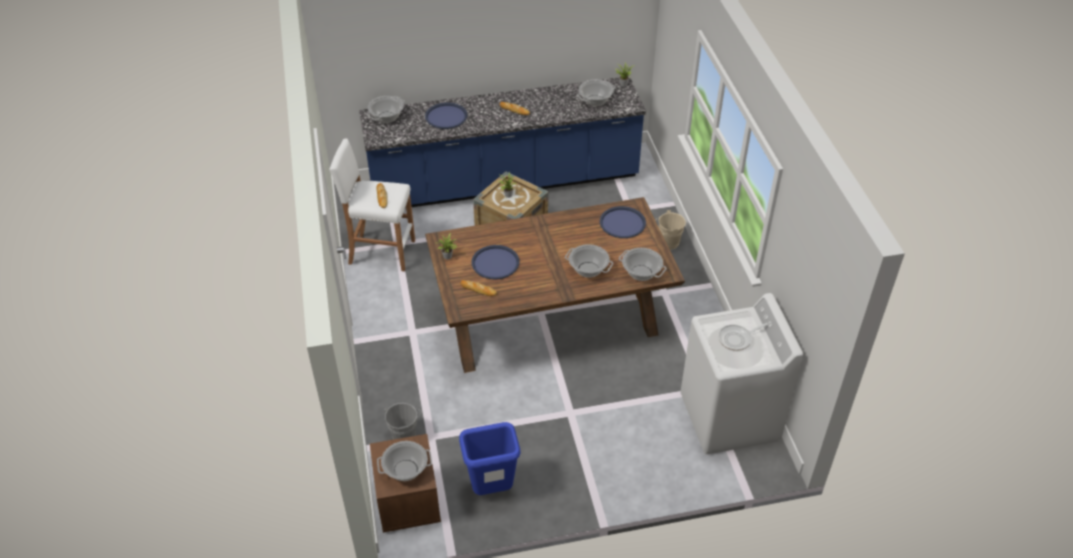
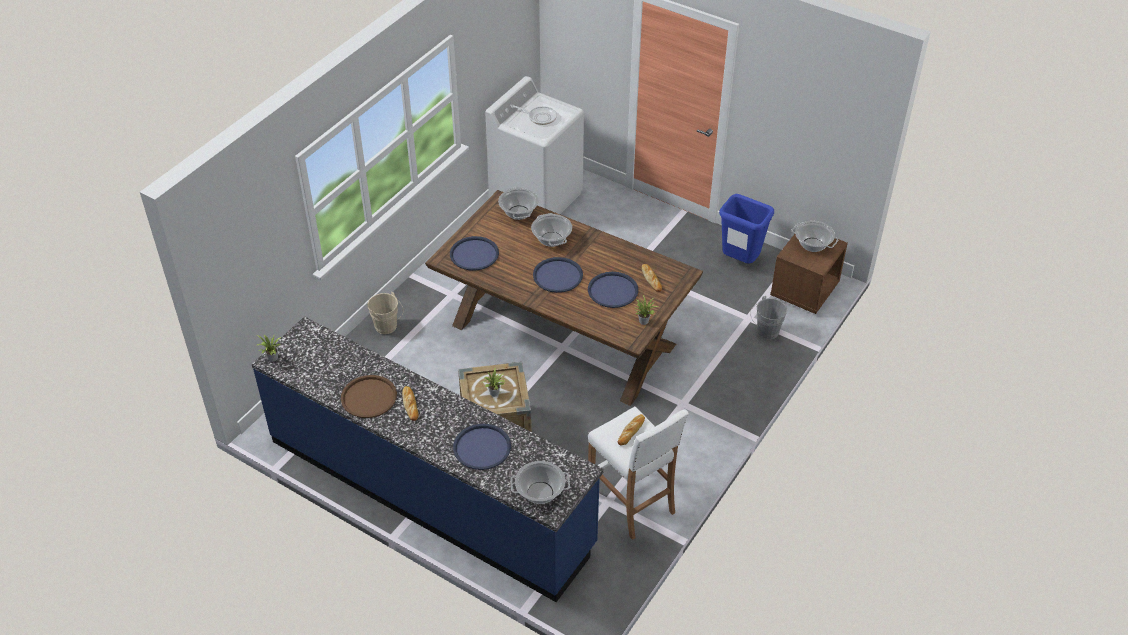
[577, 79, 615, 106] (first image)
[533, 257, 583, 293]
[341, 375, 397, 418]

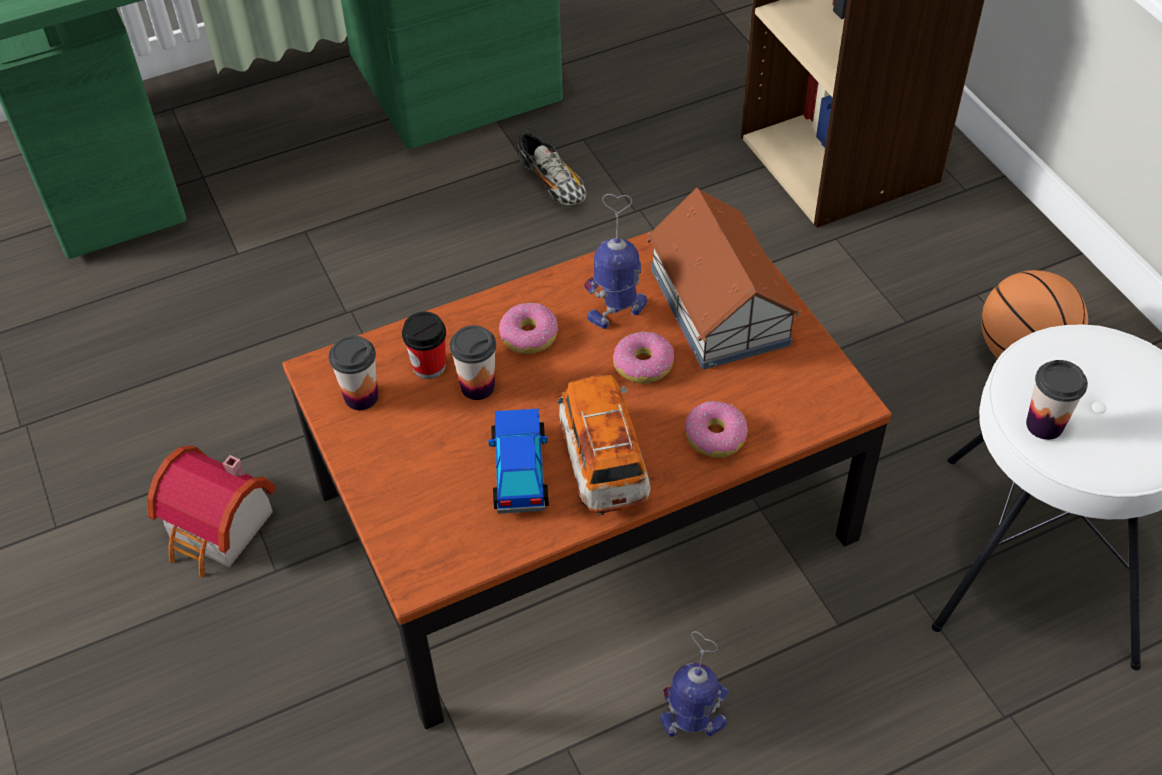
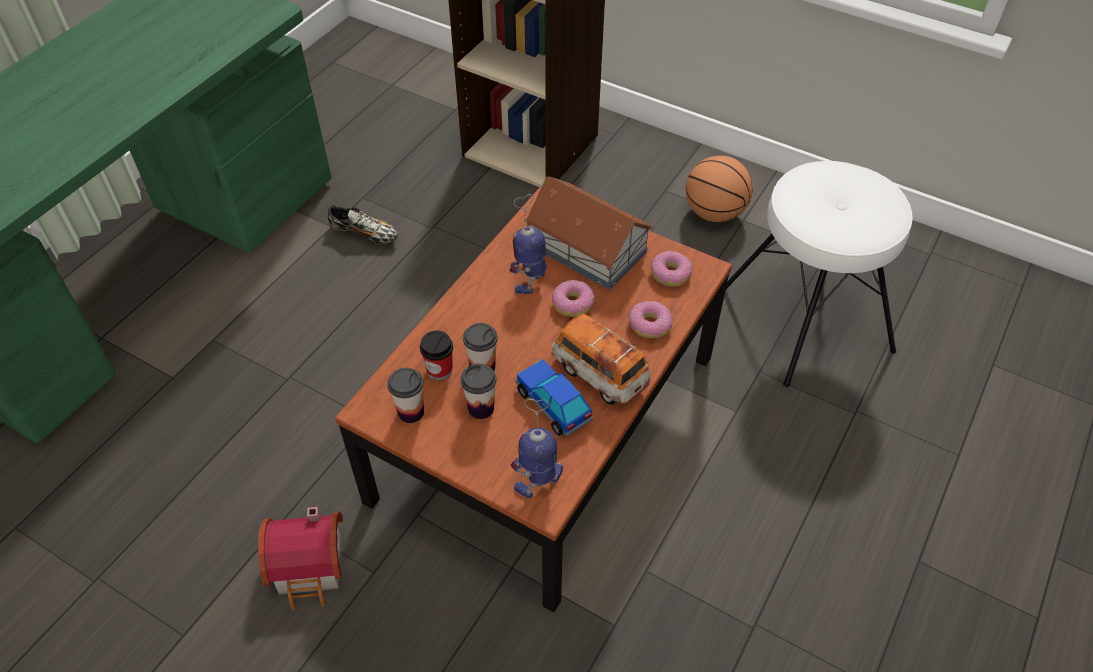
[651, 251, 692, 287]
[460, 364, 496, 419]
[510, 399, 563, 498]

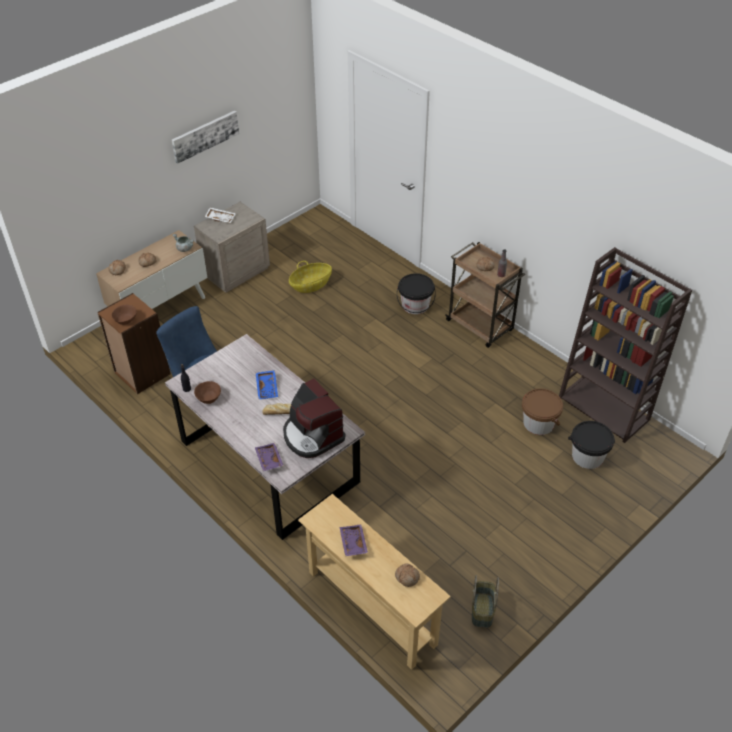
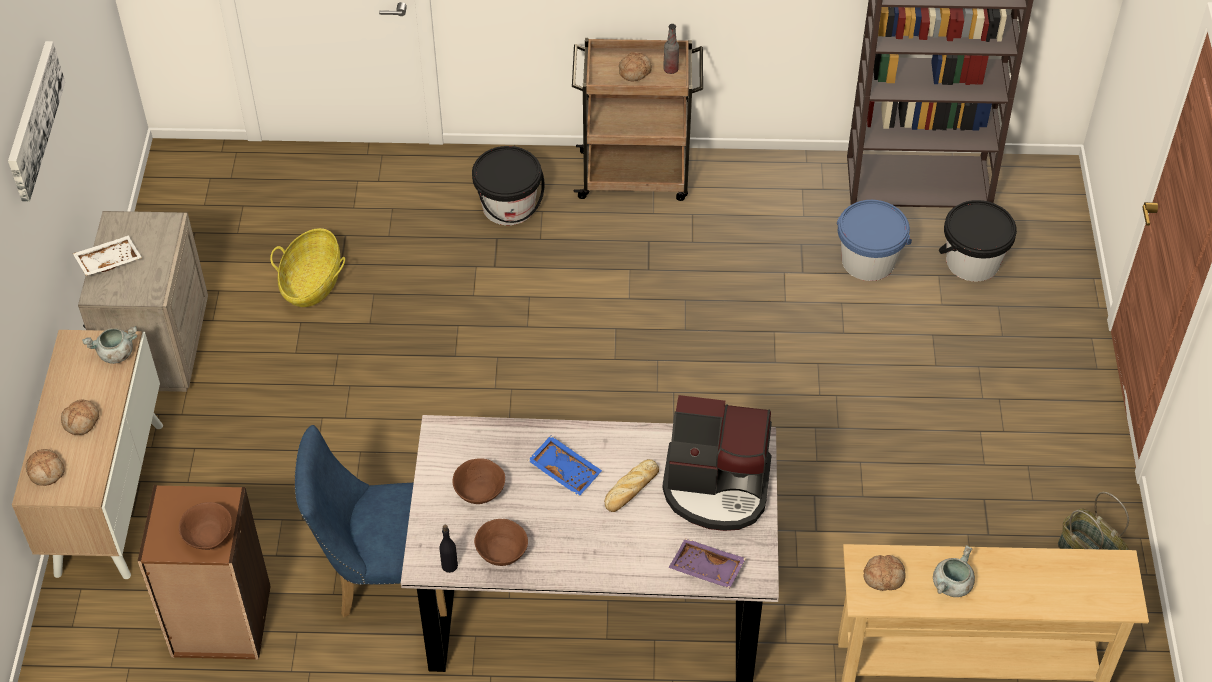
[837, 200, 912, 281]
[933, 545, 975, 597]
[864, 555, 906, 591]
[453, 458, 505, 504]

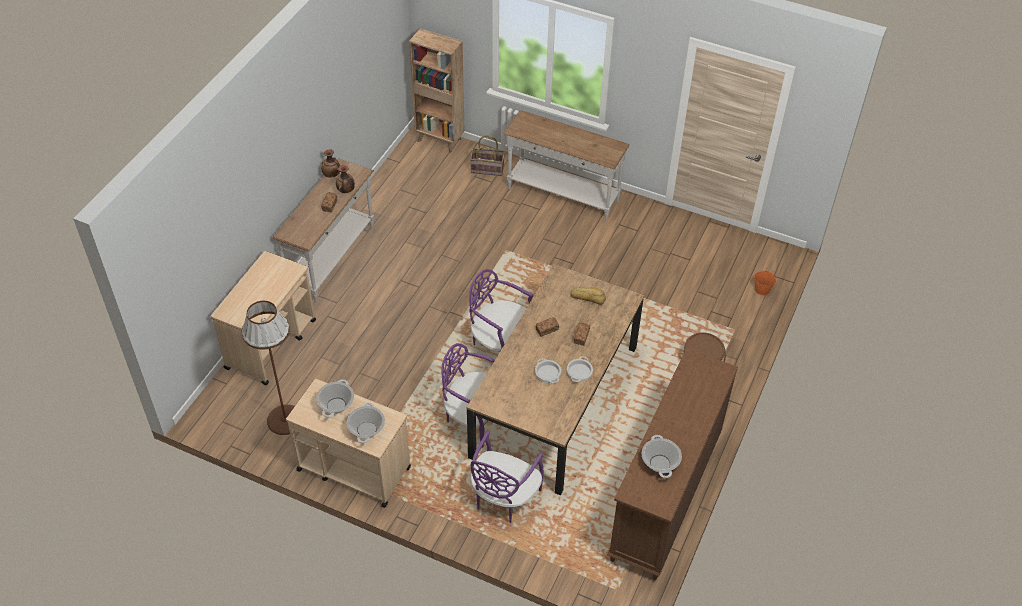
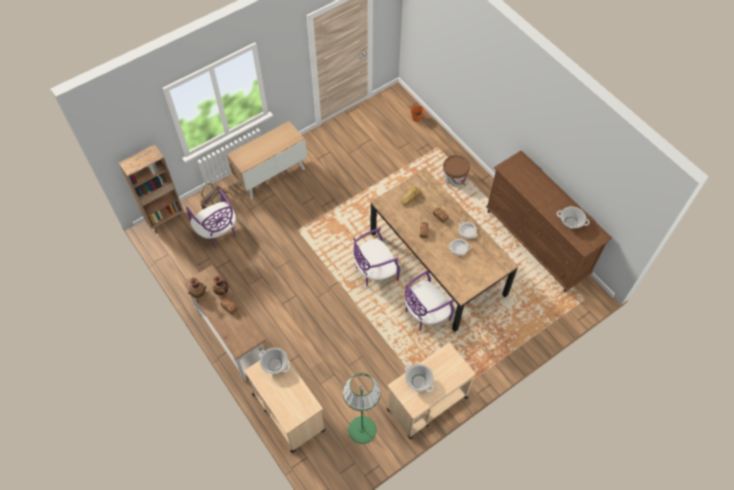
[227, 121, 307, 199]
[343, 373, 381, 444]
[259, 348, 290, 374]
[186, 189, 236, 249]

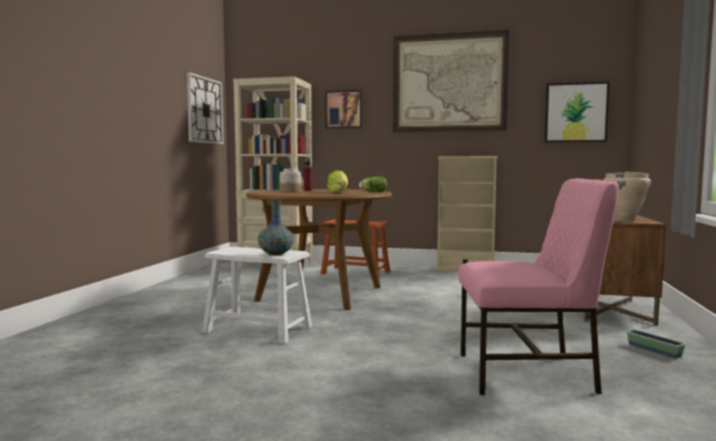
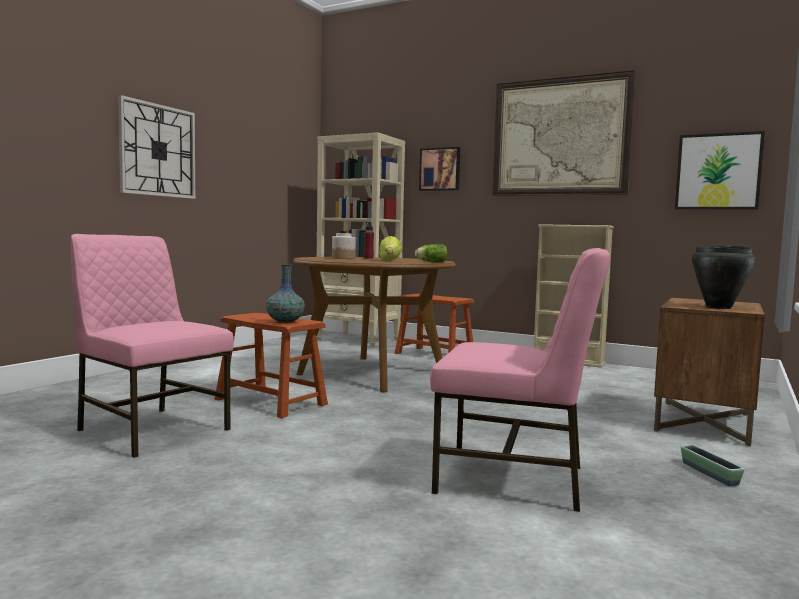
[118, 95, 195, 199]
[692, 245, 755, 309]
[215, 313, 328, 418]
[71, 234, 234, 458]

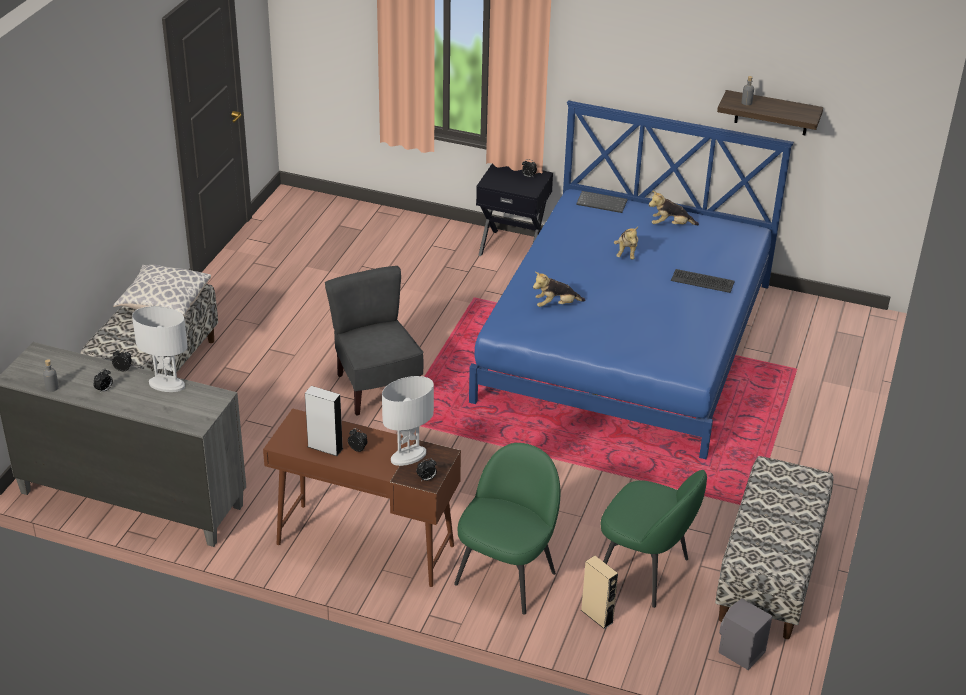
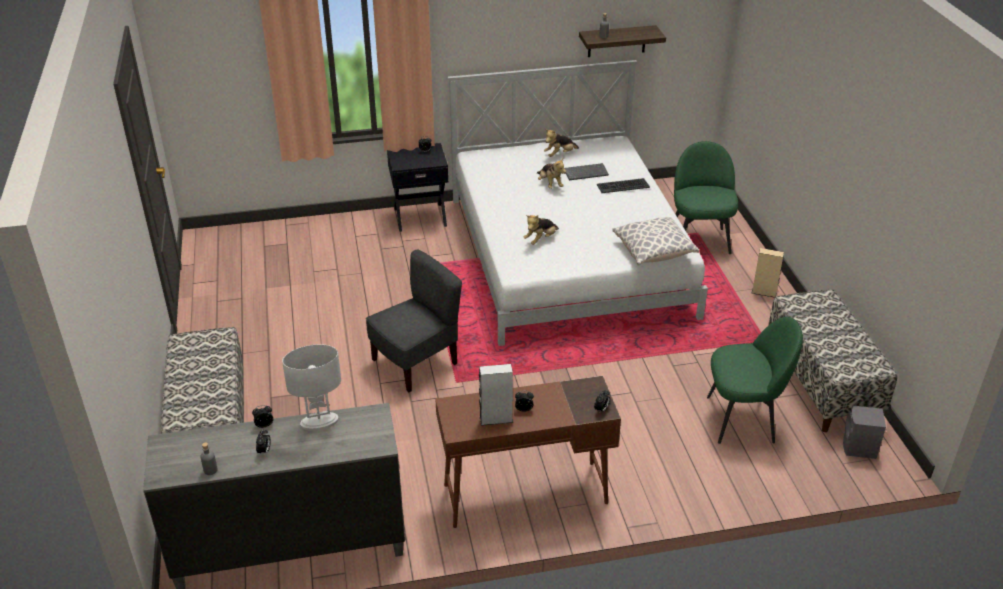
[448, 60, 708, 346]
[565, 163, 609, 180]
[612, 217, 699, 266]
[366, 249, 462, 392]
[382, 376, 434, 466] (first image)
[674, 141, 738, 254]
[752, 248, 784, 298]

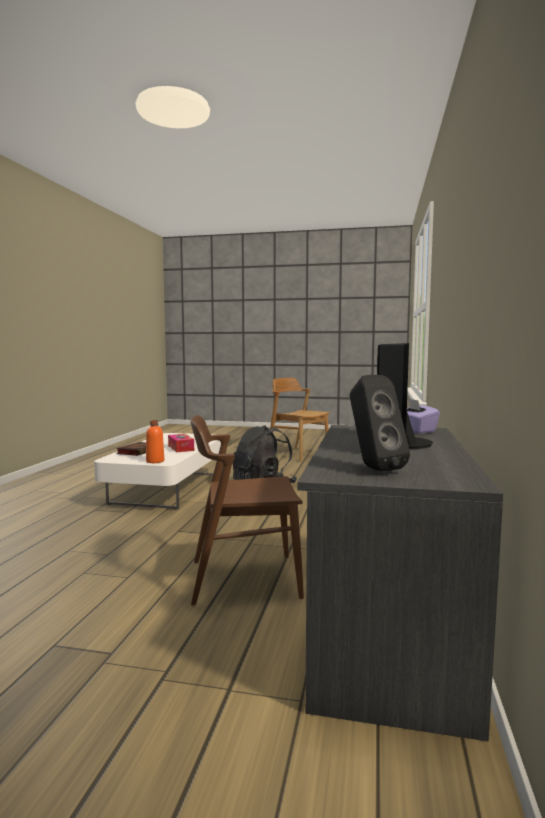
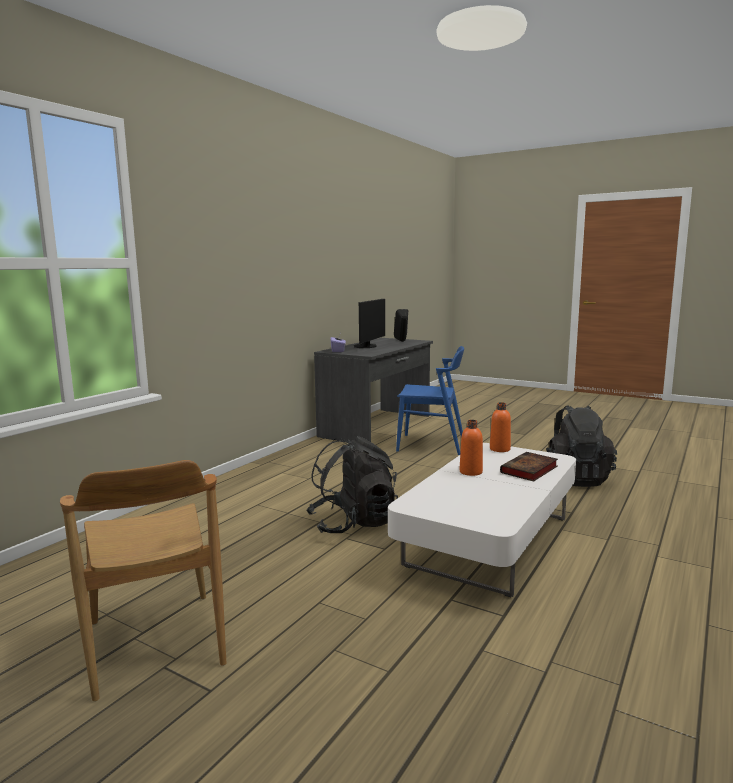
[396, 346, 464, 455]
[460, 420, 483, 476]
[546, 405, 617, 487]

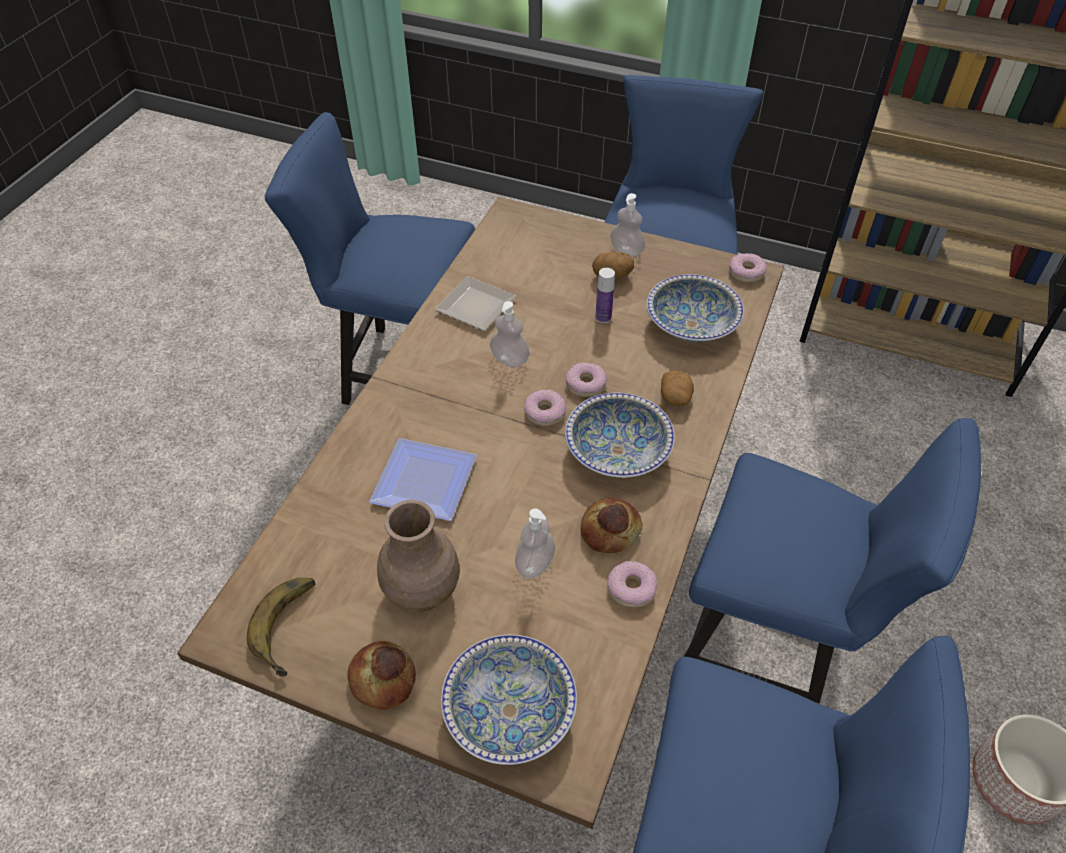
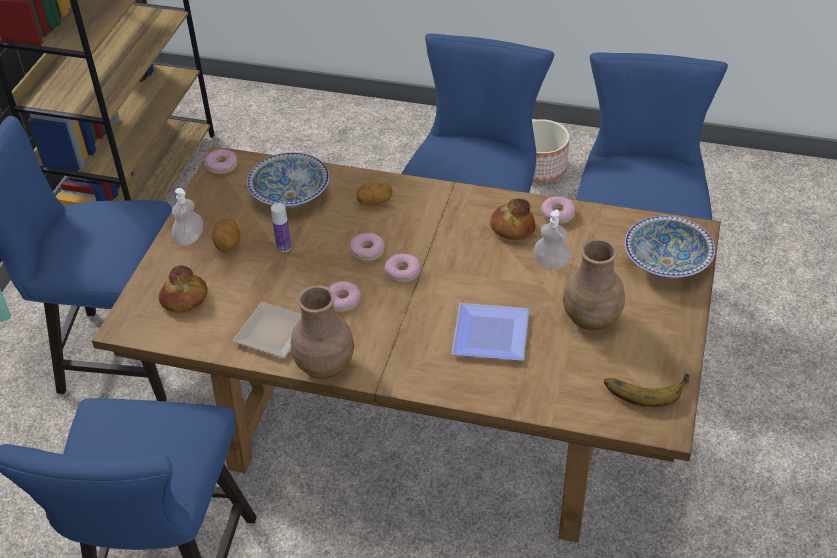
[328, 281, 361, 312]
[565, 393, 675, 478] (first image)
[158, 265, 207, 313]
[291, 285, 354, 379]

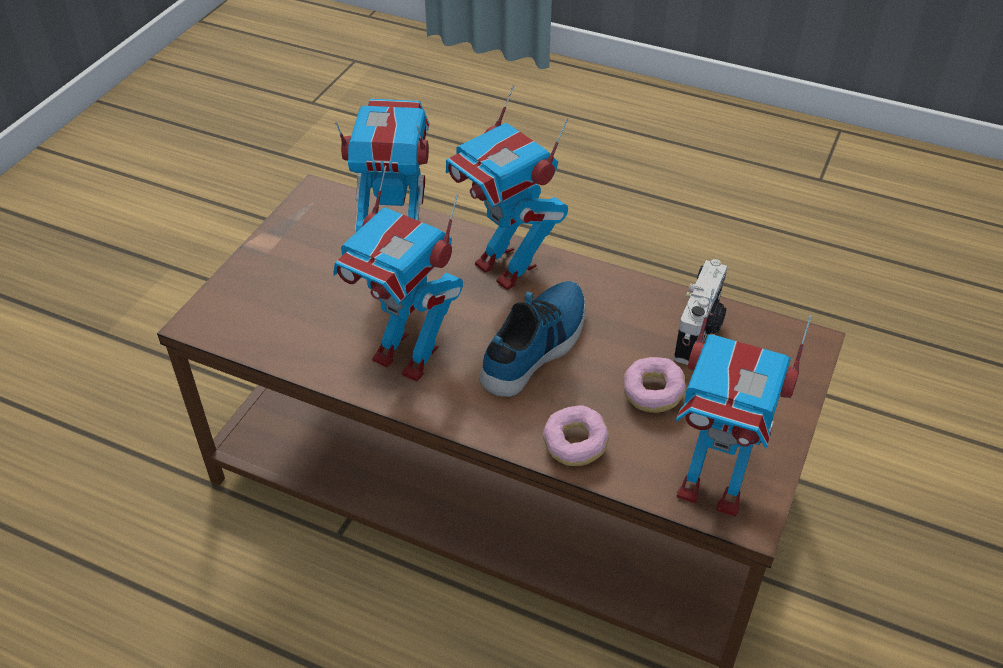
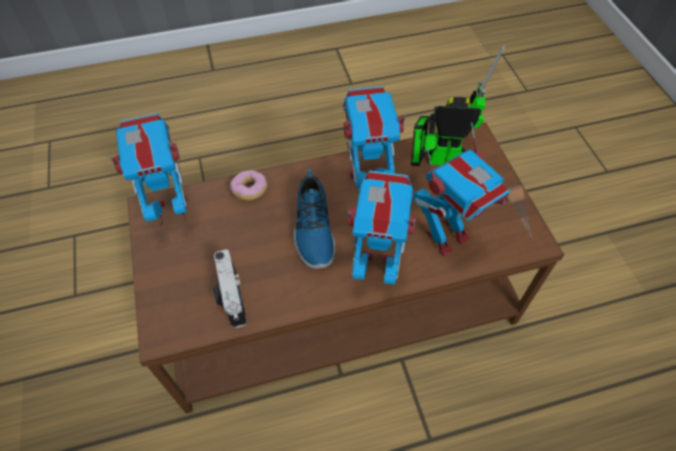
[624, 357, 686, 413] (first image)
[411, 46, 505, 166]

